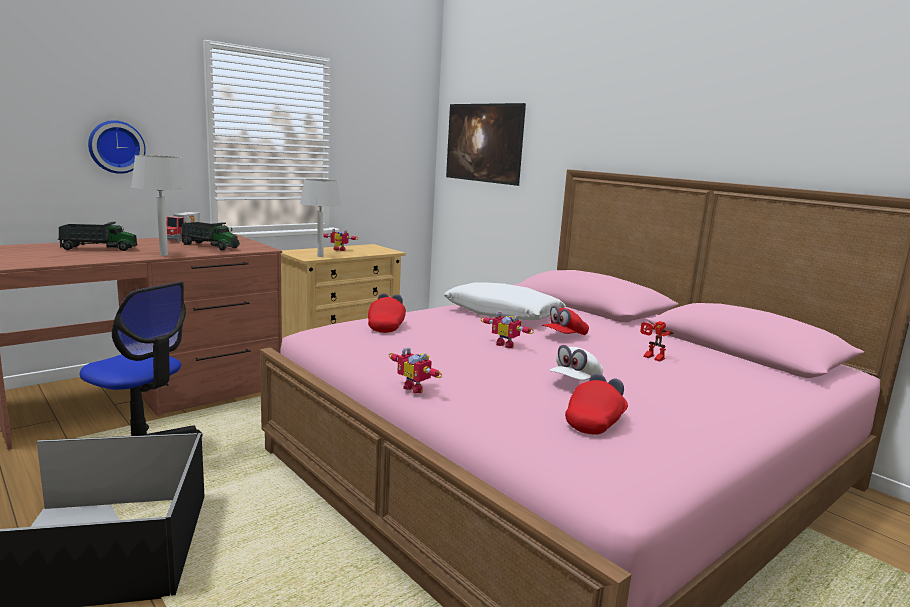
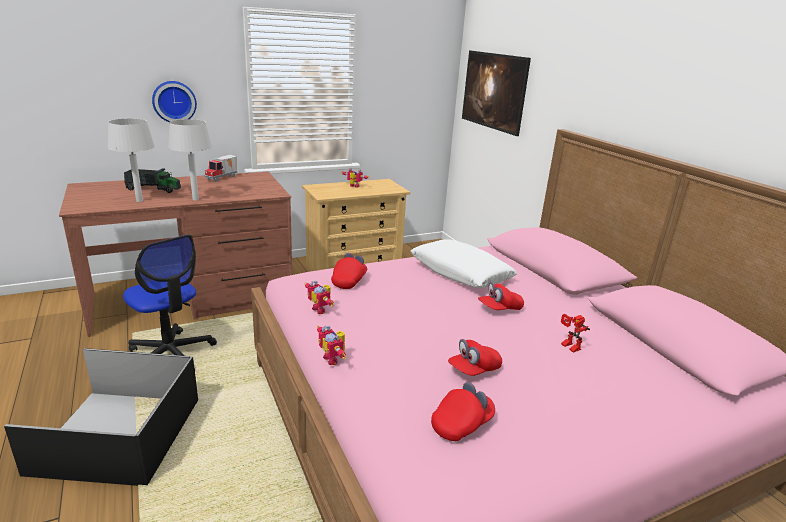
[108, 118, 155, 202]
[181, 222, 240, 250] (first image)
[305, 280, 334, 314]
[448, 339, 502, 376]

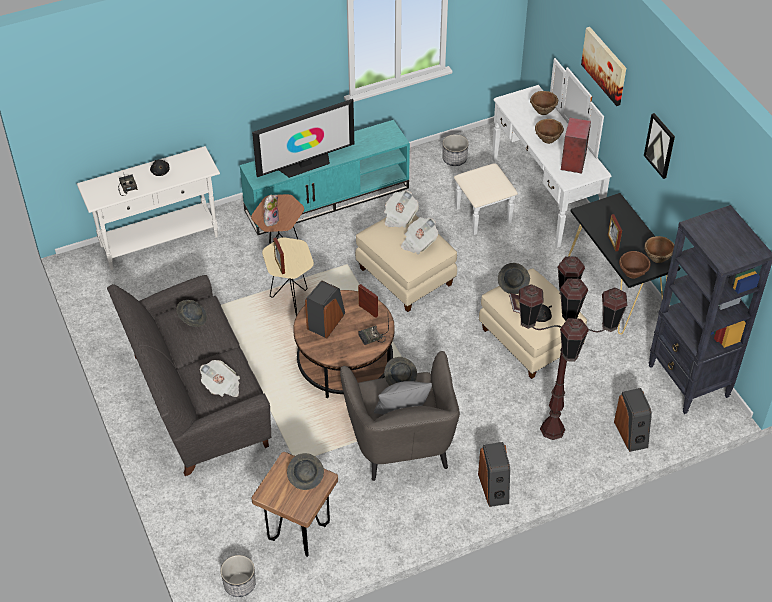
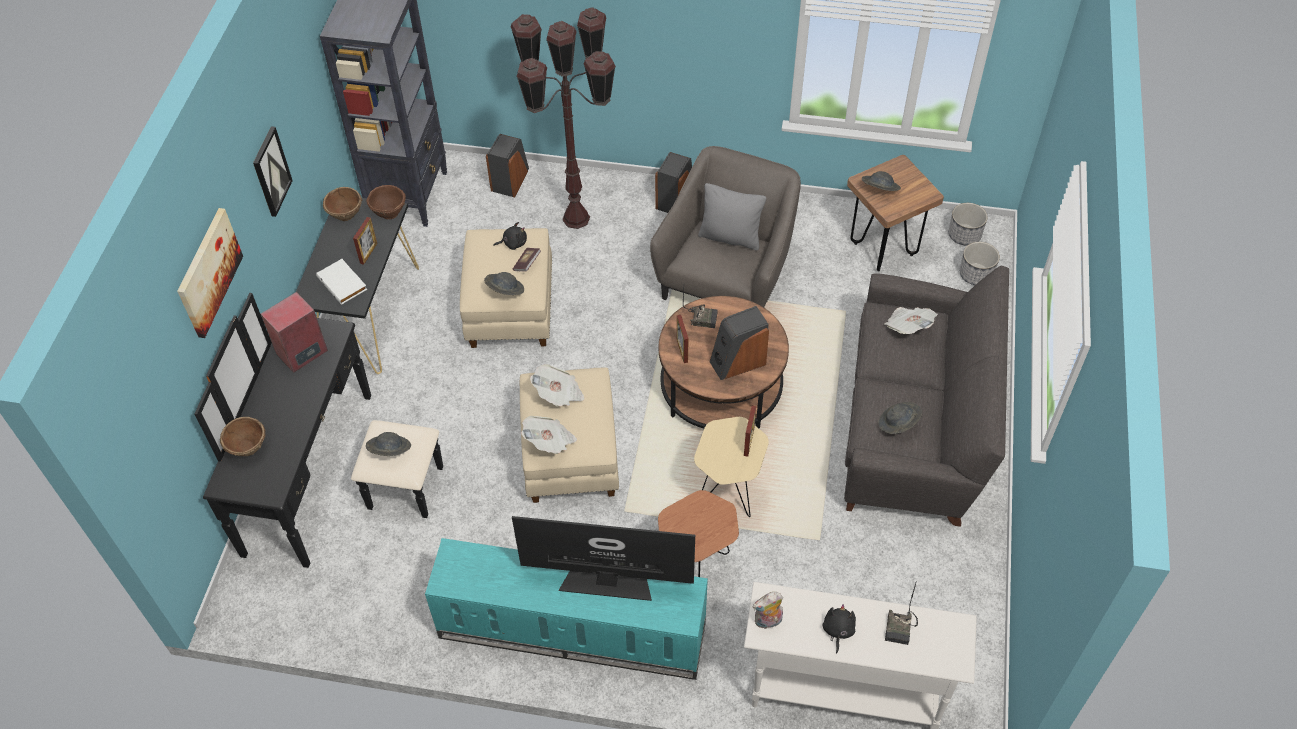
[194, 293, 443, 568]
[535, 119, 564, 144] (first image)
[960, 242, 1000, 285]
[753, 592, 783, 629]
[366, 432, 411, 456]
[316, 259, 367, 305]

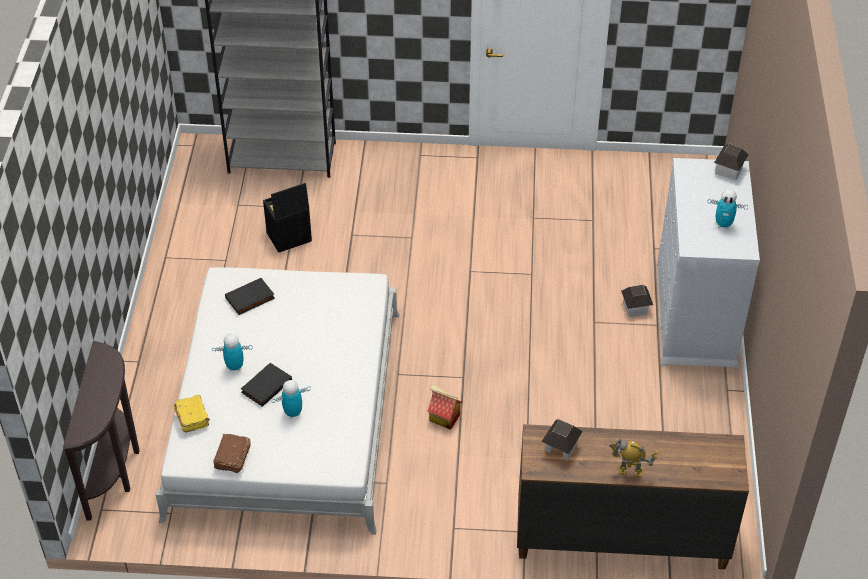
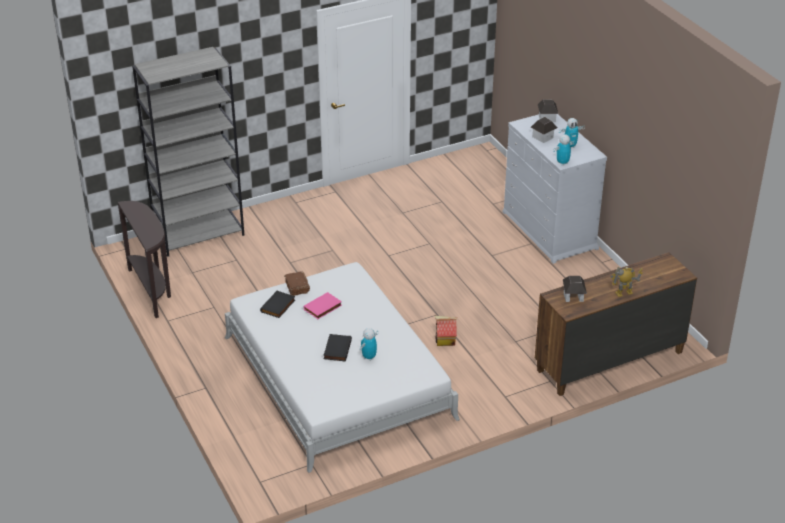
[263, 183, 312, 253] (first image)
[531, 117, 557, 143]
[553, 134, 575, 166]
[117, 201, 171, 318]
[174, 395, 210, 433] (first image)
[284, 271, 310, 296]
[303, 292, 342, 319]

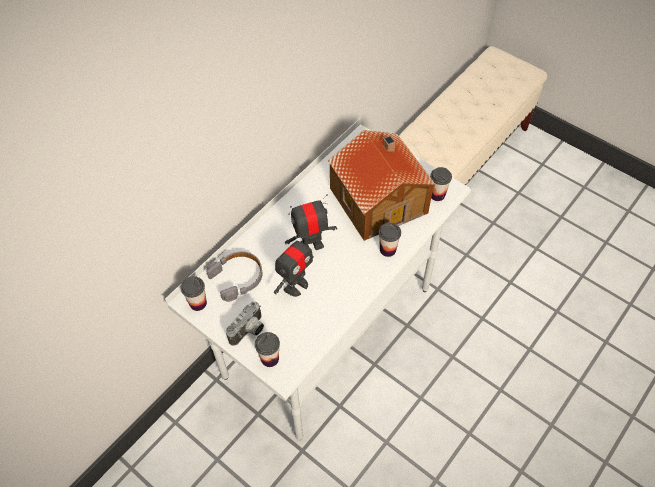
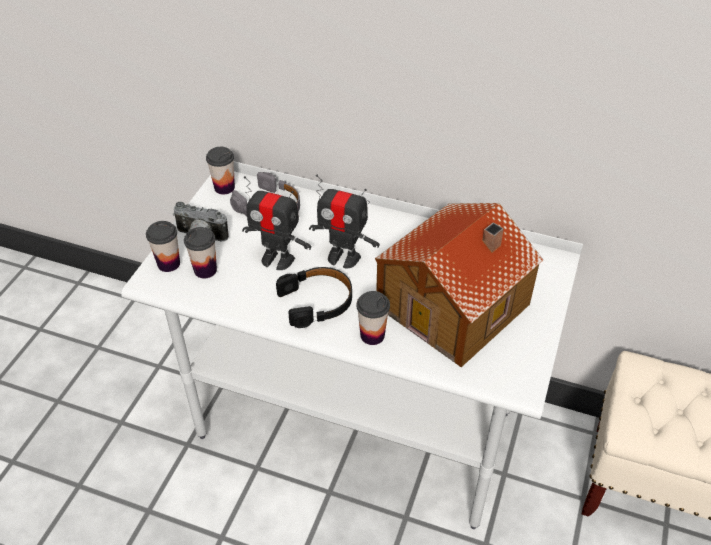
[184, 227, 217, 279]
[309, 175, 380, 268]
[276, 267, 352, 328]

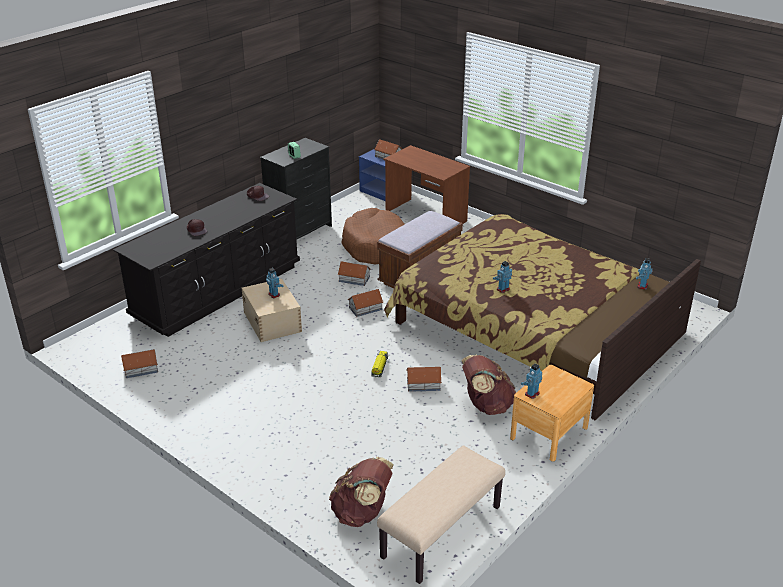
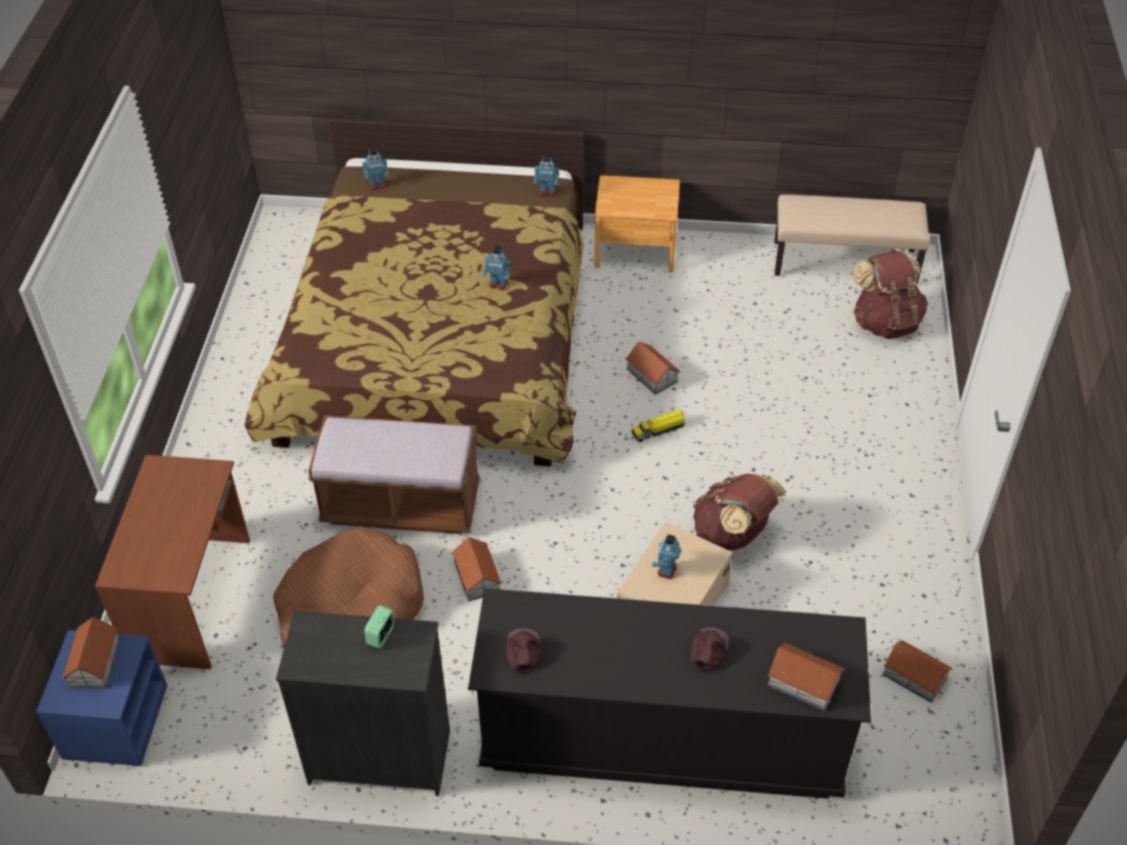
[768, 643, 845, 711]
[693, 473, 786, 551]
[534, 154, 559, 197]

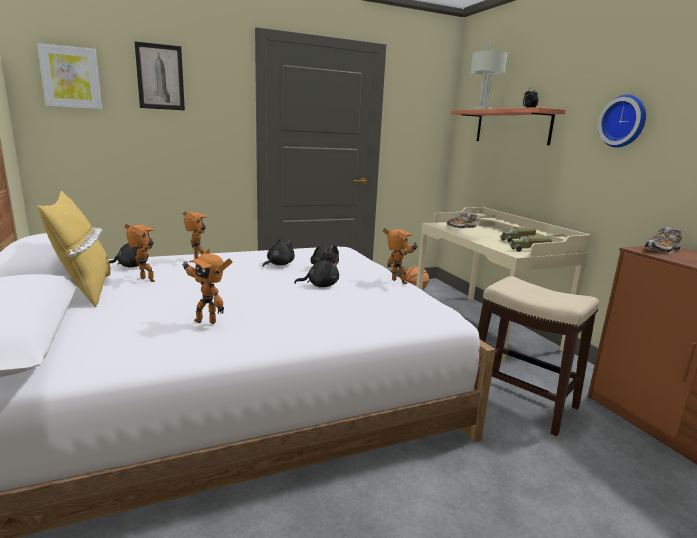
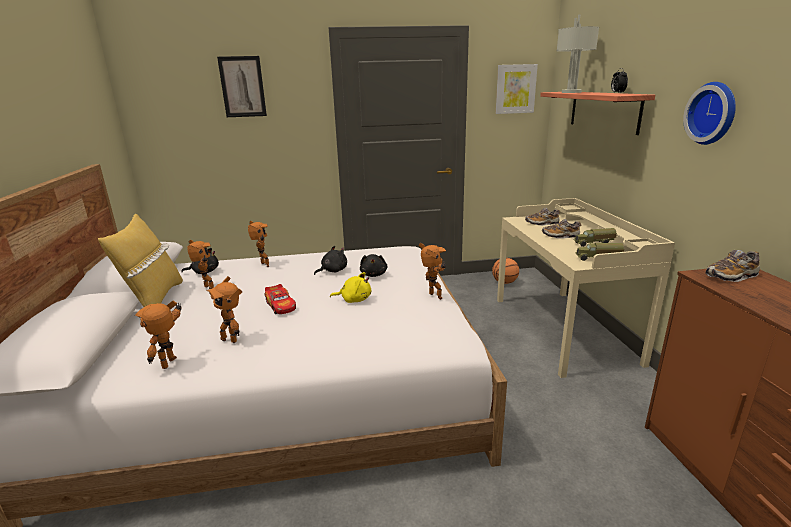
[496, 64, 538, 114]
[330, 272, 371, 303]
[478, 276, 599, 436] (first image)
[542, 219, 581, 239]
[265, 284, 296, 314]
[135, 300, 182, 369]

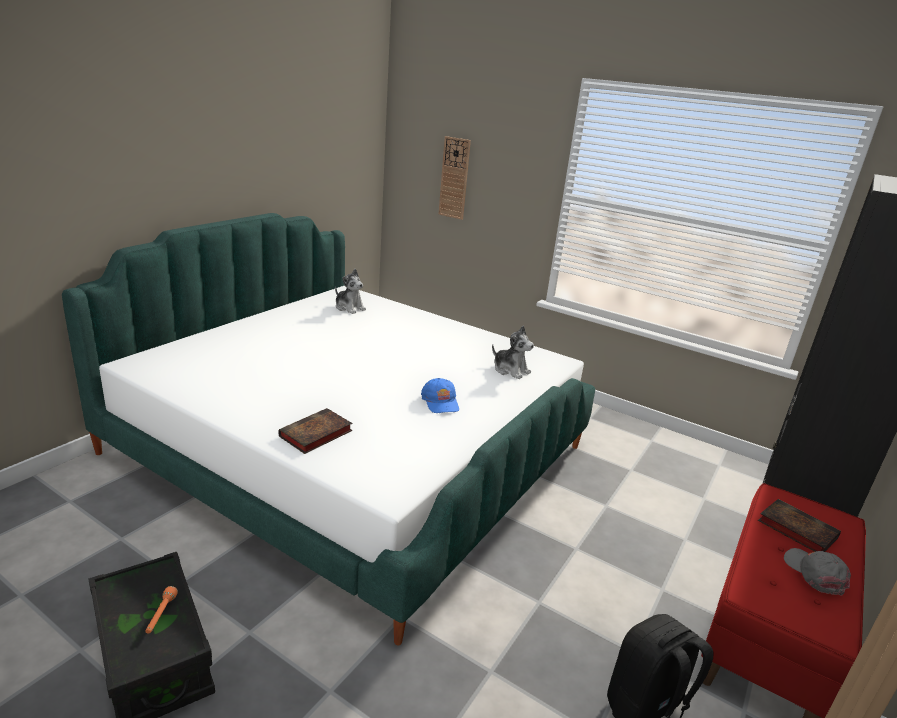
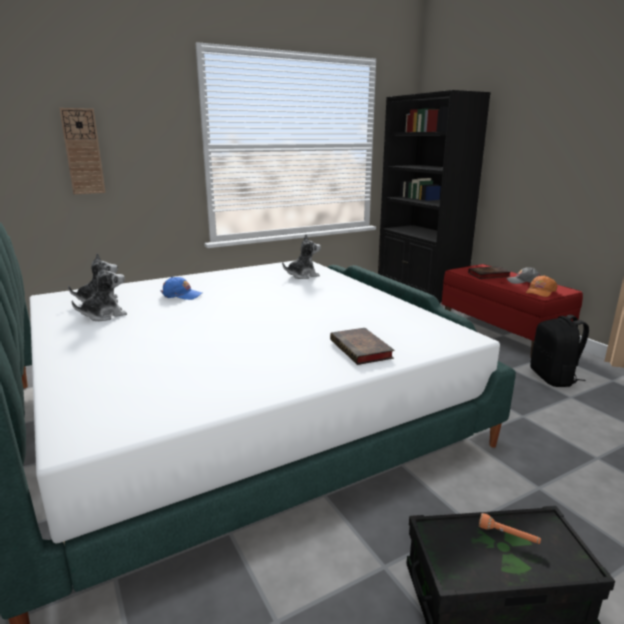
[161, 277, 202, 300]
[71, 263, 127, 321]
[526, 275, 557, 297]

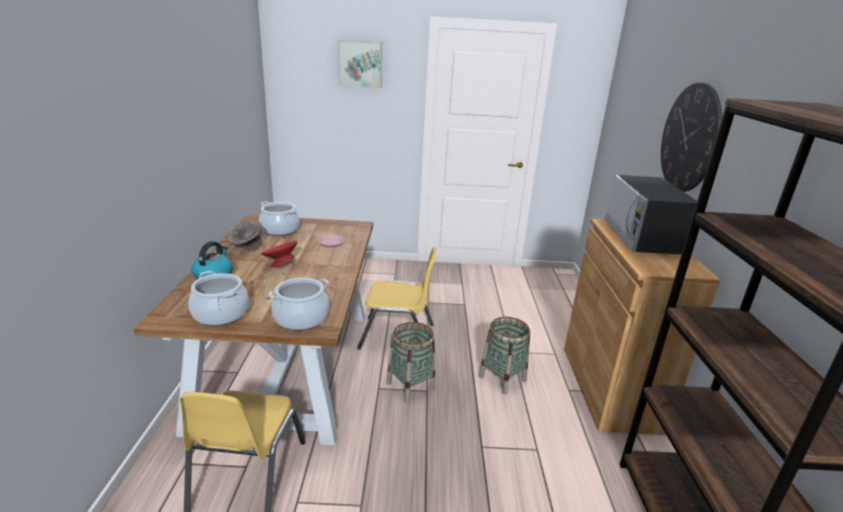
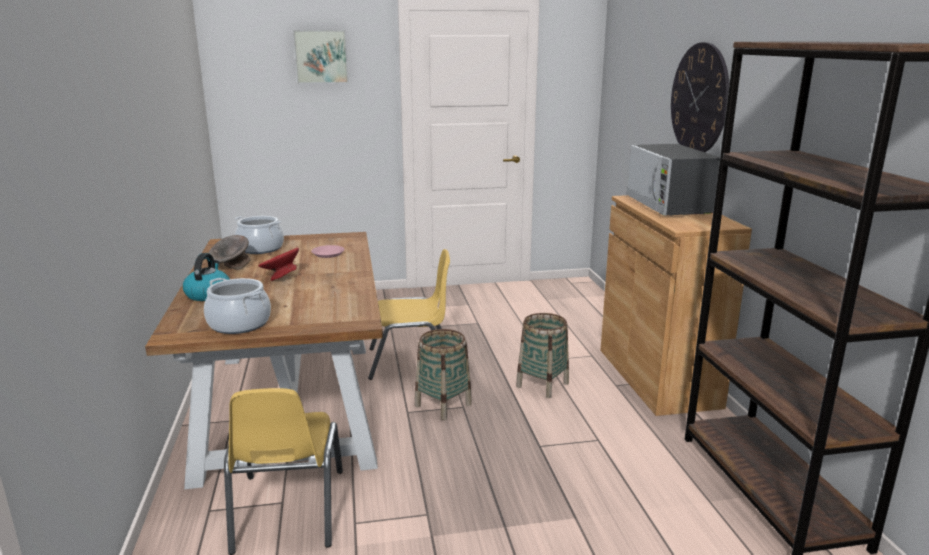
[268, 278, 329, 331] (first image)

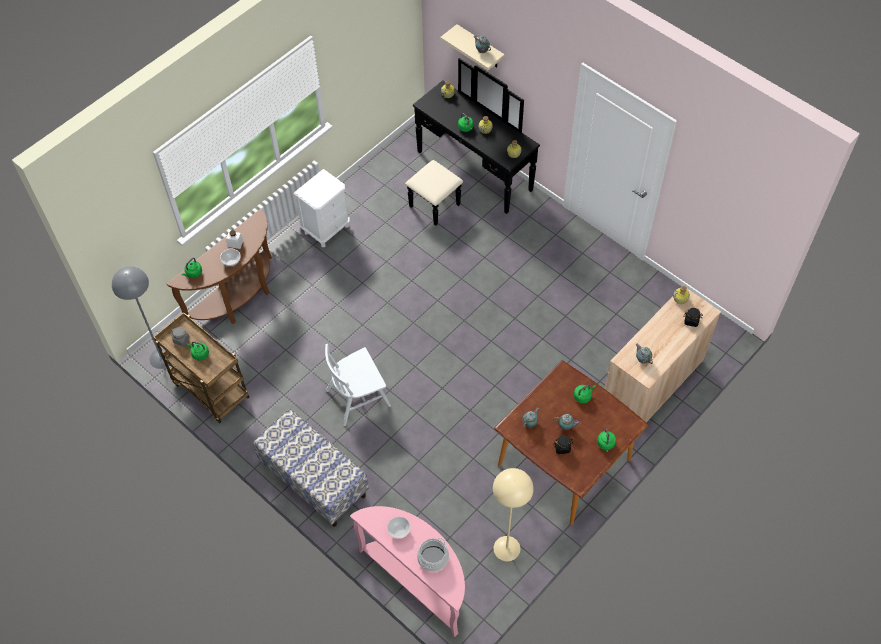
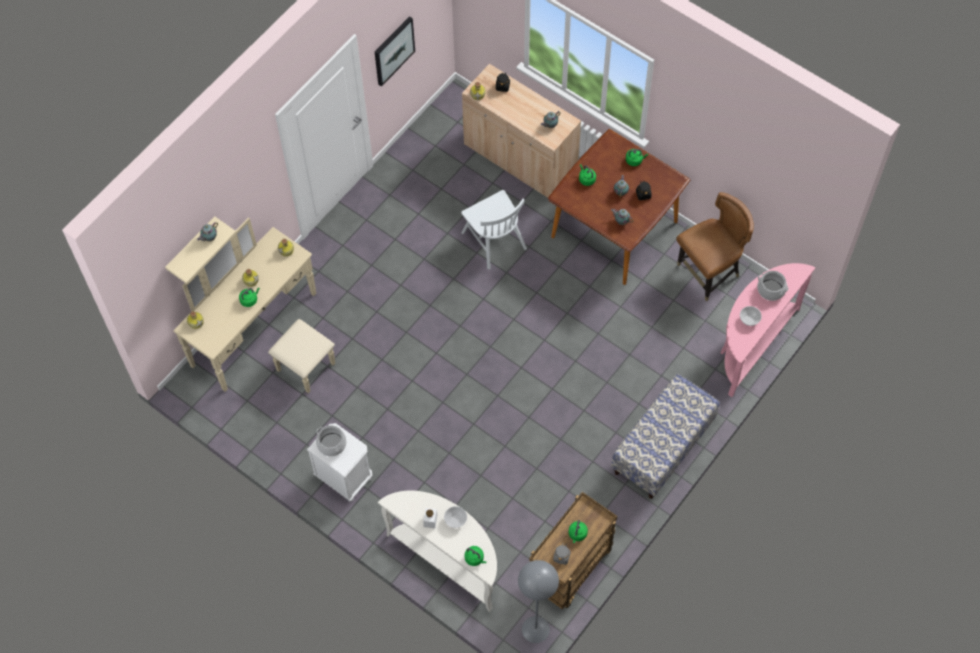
[173, 217, 335, 393]
[378, 491, 497, 612]
[461, 190, 527, 270]
[676, 192, 754, 302]
[375, 16, 415, 87]
[316, 425, 347, 456]

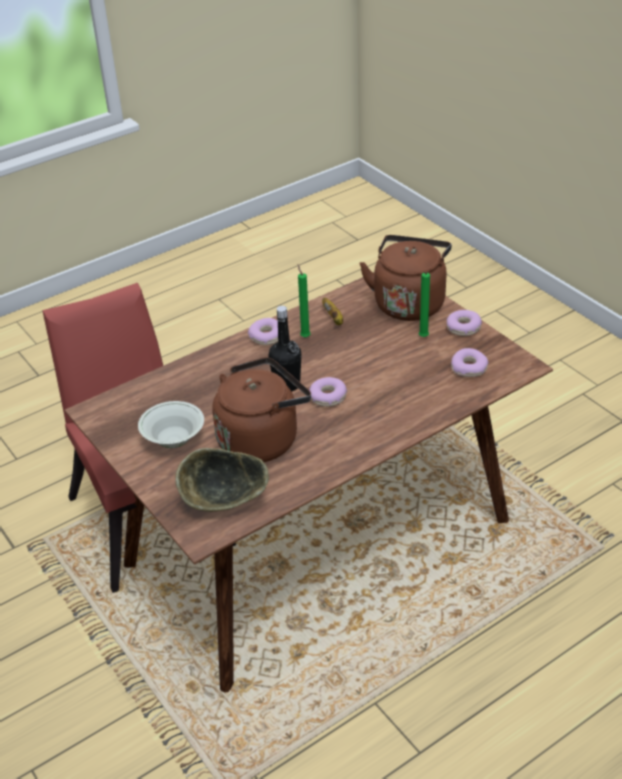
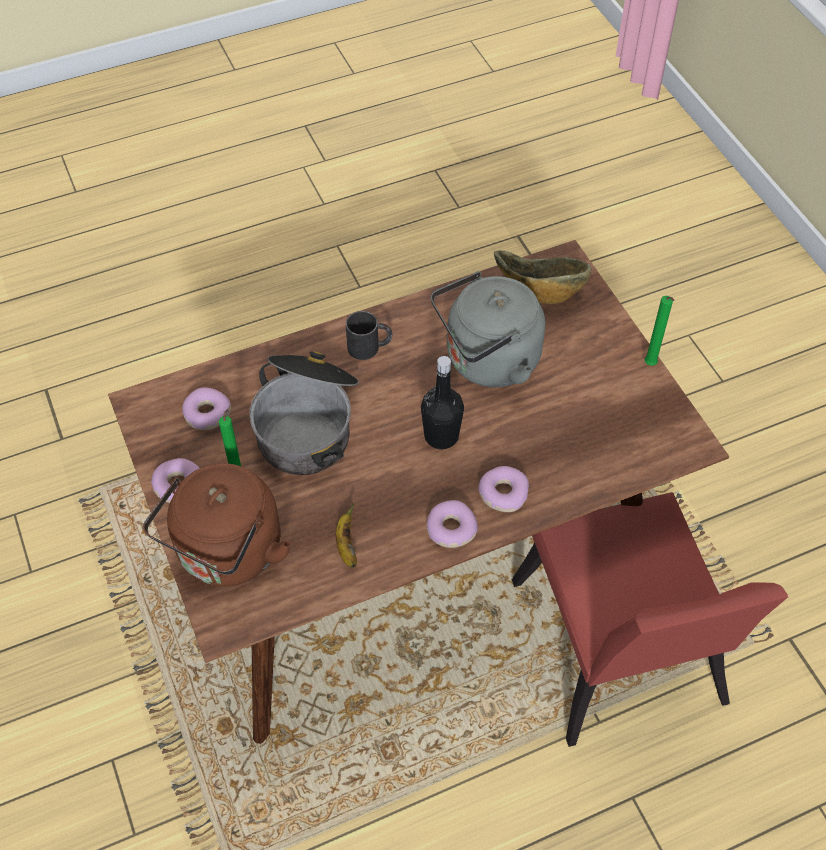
[645, 296, 674, 366]
[431, 271, 545, 387]
[479, 466, 529, 512]
[138, 401, 204, 448] (first image)
[346, 311, 392, 360]
[249, 351, 359, 475]

